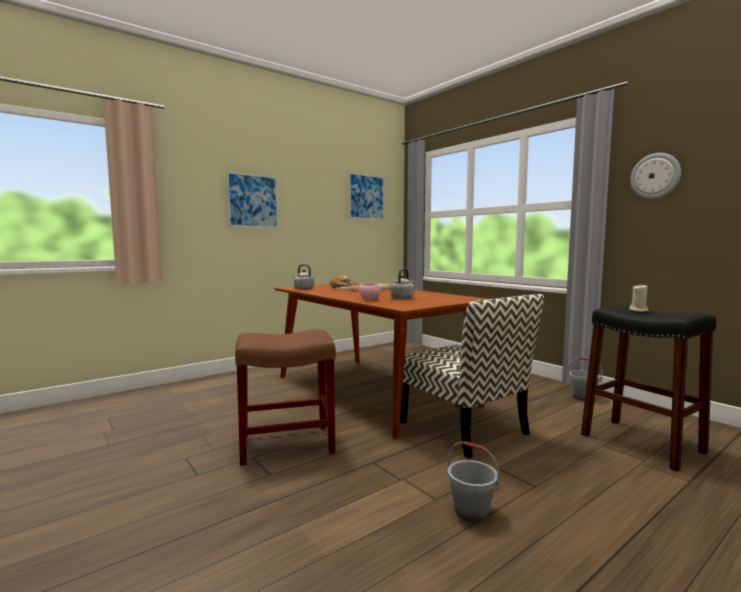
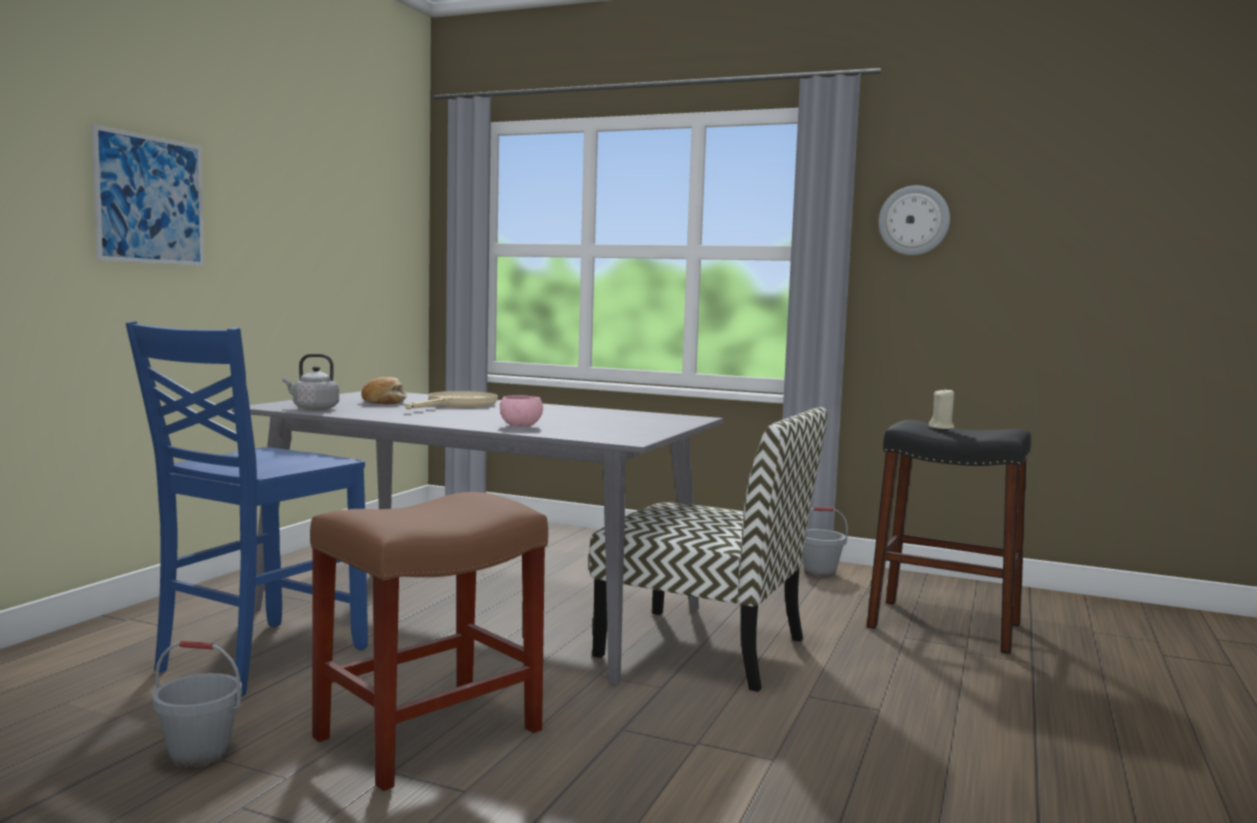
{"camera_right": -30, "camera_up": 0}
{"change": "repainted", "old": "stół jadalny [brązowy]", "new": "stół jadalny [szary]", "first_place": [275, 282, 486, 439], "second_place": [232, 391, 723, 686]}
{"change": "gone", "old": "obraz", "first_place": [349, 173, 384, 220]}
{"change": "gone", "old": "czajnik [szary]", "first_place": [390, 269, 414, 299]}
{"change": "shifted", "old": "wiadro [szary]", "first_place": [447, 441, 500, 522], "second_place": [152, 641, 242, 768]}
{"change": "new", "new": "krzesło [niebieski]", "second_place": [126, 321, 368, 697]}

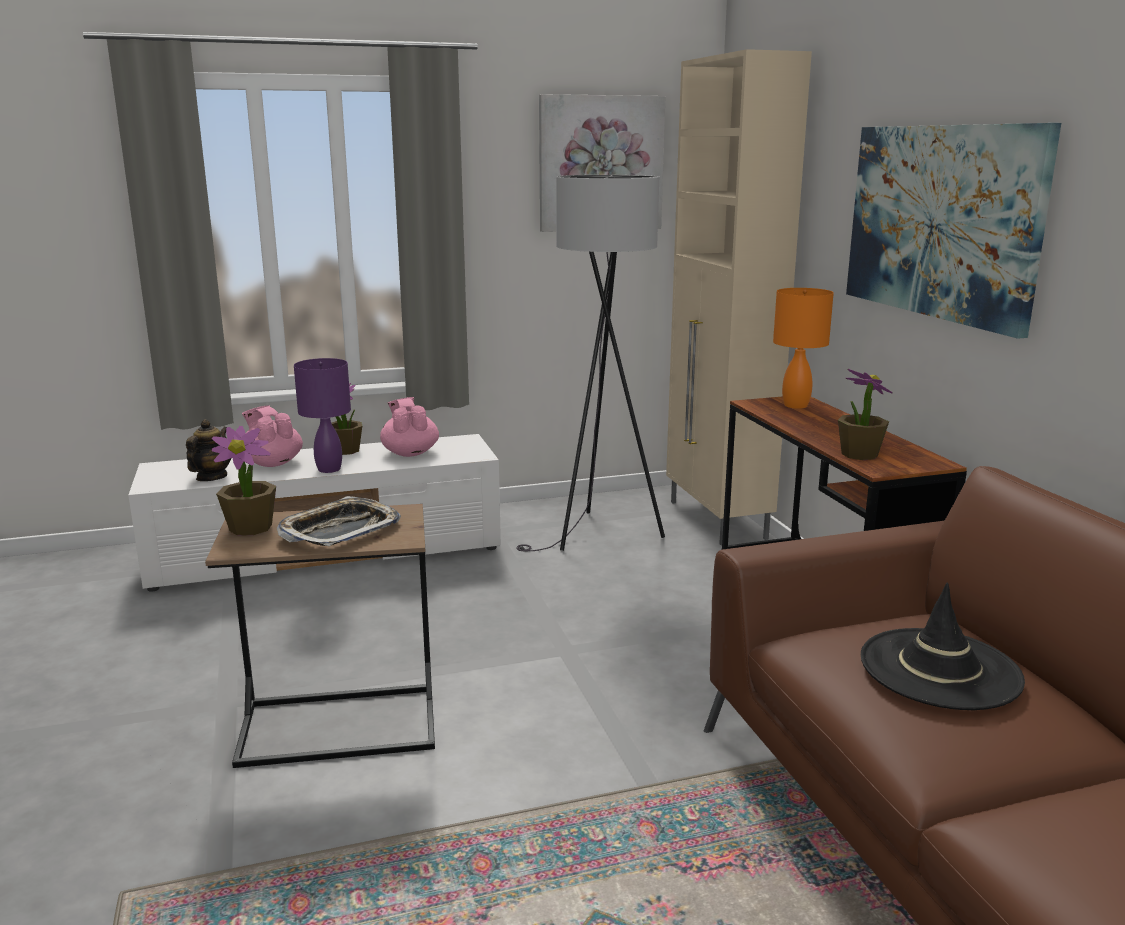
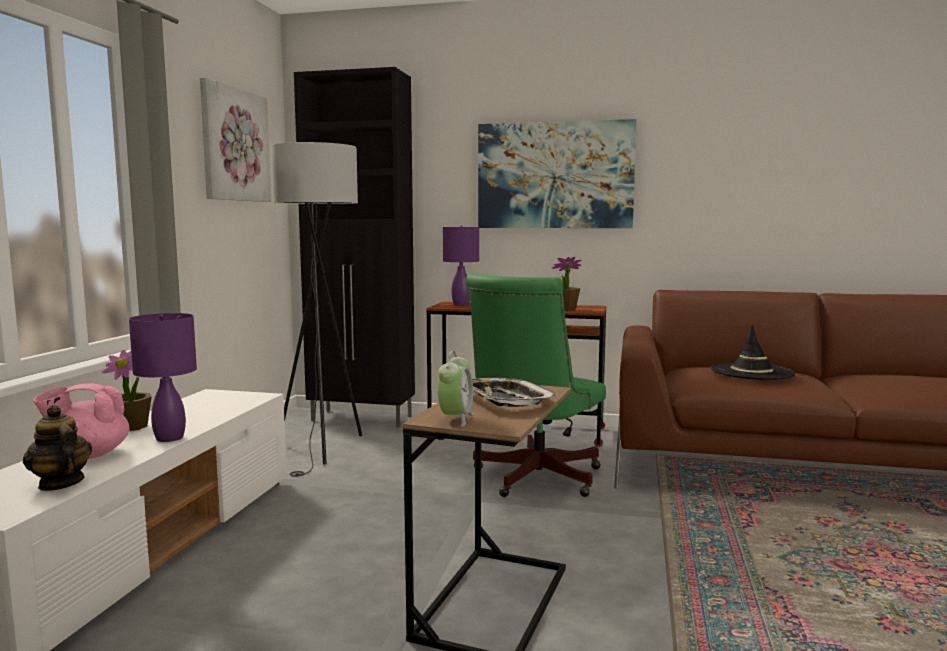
{"camera_right": -60, "camera_up": -10}
{"change": "swapped", "old": "roślina doniczkowa", "new": "budzik", "first_place": [211, 426, 276, 535], "second_place": [438, 351, 474, 427]}
{"change": "gone", "old": "imbryk [różowy]", "first_place": [380, 397, 439, 457]}
{"change": "repainted", "old": "szafka [beżowy]", "new": "szafka [czarny]", "first_place": [666, 49, 812, 546], "second_place": [294, 67, 415, 427]}
{"change": "repainted", "old": "lampa stołowa [pomarańczowy]", "new": "lampa stołowa [fioletowy]", "first_place": [773, 288, 834, 409], "second_place": [443, 226, 479, 305]}
{"change": "new", "new": "krzesło biurowe [zielony]", "second_place": [466, 273, 606, 497]}

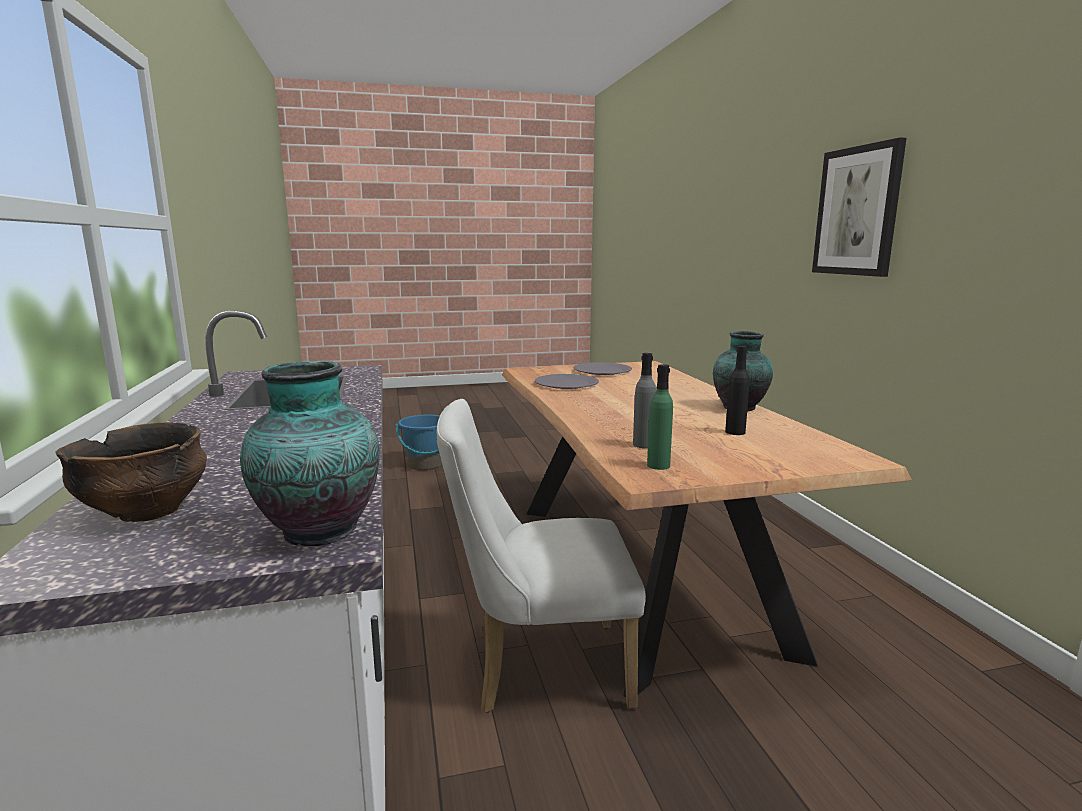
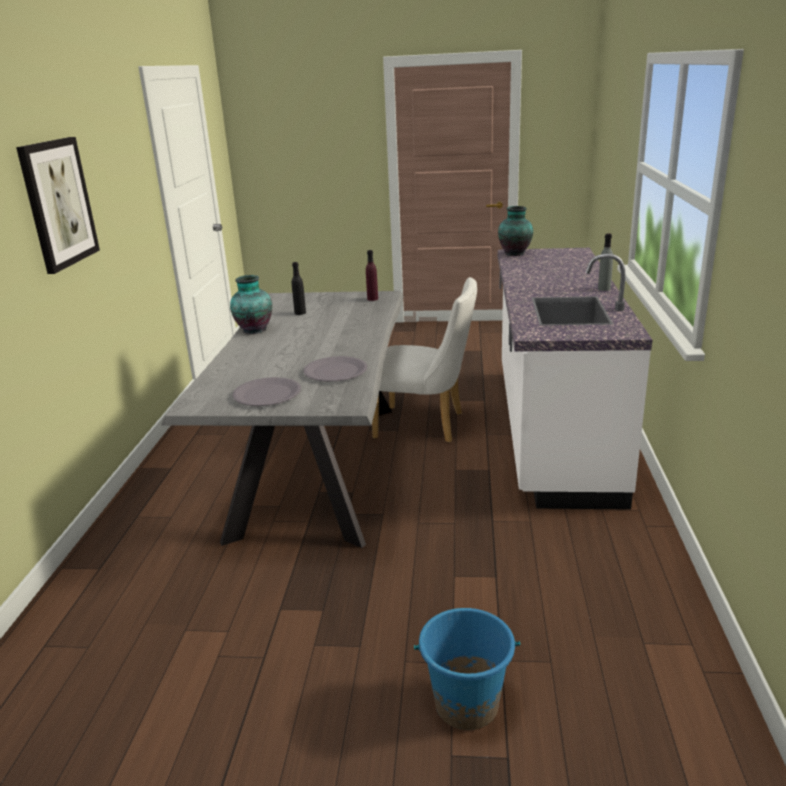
{"camera_right": -160, "camera_up": 10}
{"change": "gone", "old": "miska", "first_place": [56, 422, 207, 522]}
{"change": "repainted", "old": "stół jadalny [brązowy]", "new": "stół jadalny [szary]", "first_place": [502, 361, 912, 697], "second_place": [161, 291, 404, 548]}
{"change": "shifted", "old": "butelka [szary]", "first_place": [633, 353, 656, 448], "second_place": [598, 233, 613, 291]}
{"change": "repainted", "old": "butelka [zielony]", "new": "butelka [fioletowy]", "first_place": [647, 364, 673, 470], "second_place": [366, 250, 378, 301]}

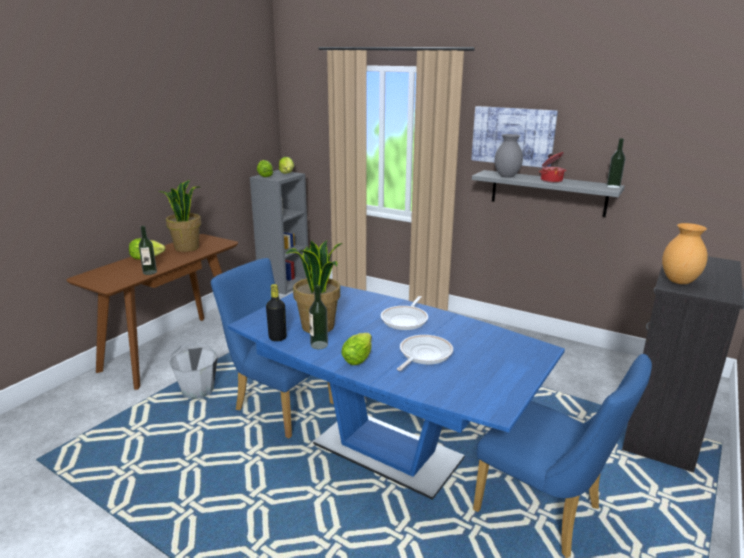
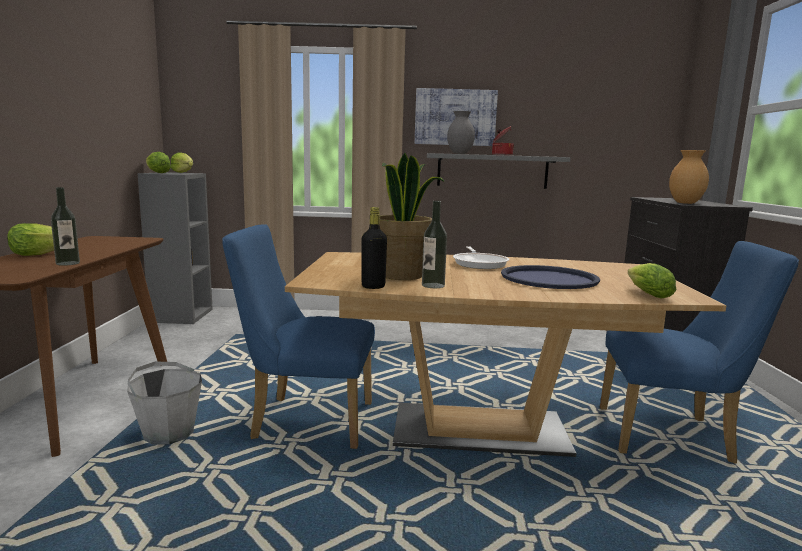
{"camera_right": -30, "camera_up": -10}
{"change": "gone", "old": "roślina doniczkowa", "first_place": [159, 180, 201, 252]}
{"change": "repainted", "old": "stół jadalny [niebieski]", "new": "stół jadalny [brązowy]", "first_place": [228, 285, 565, 500], "second_place": [285, 252, 727, 457]}
{"change": "shifted", "old": "sałata", "first_place": [341, 333, 372, 365], "second_place": [628, 263, 676, 299]}
{"change": "swapped", "old": "patelnia", "new": "taca [niebieski]", "first_place": [397, 335, 453, 371], "second_place": [501, 265, 600, 289]}
{"change": "gone", "old": "butelka", "first_place": [607, 138, 625, 188]}

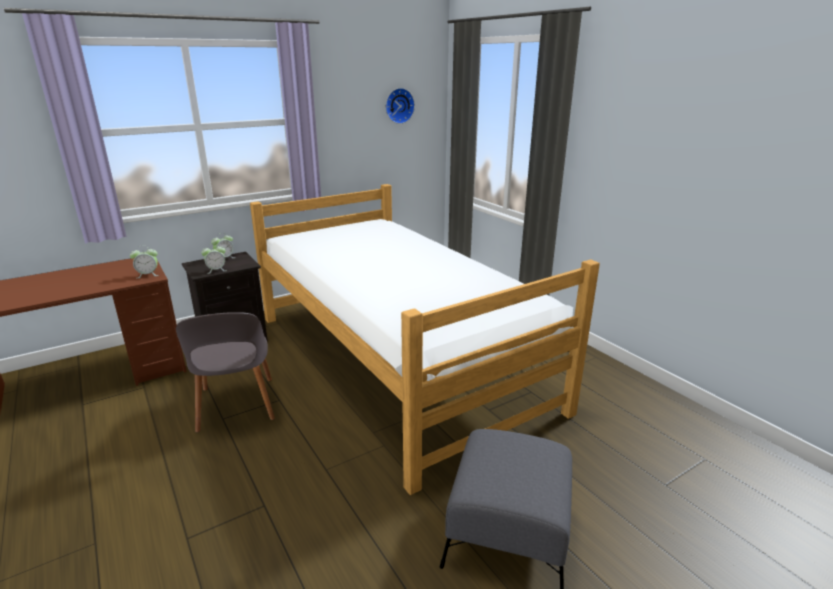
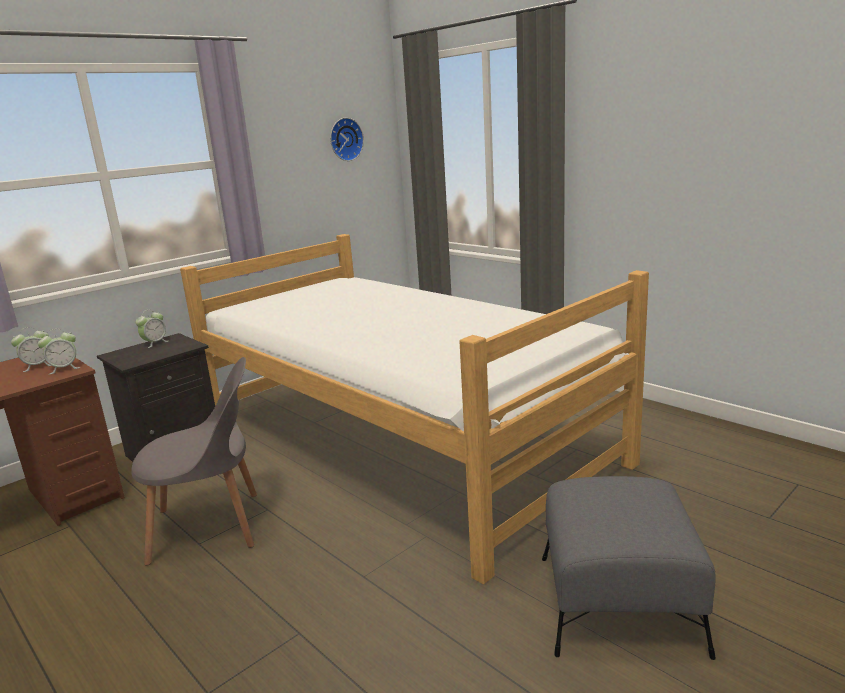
{"camera_right": -10, "camera_up": -5}
{"change": "rotated", "old": "krzesło [szary]", "first_place": [176, 312, 275, 432], "second_place": [131, 357, 257, 565], "degrees": -75}
{"change": "shifted", "old": "budzik", "first_place": [201, 244, 226, 274], "second_place": [11, 327, 51, 372]}

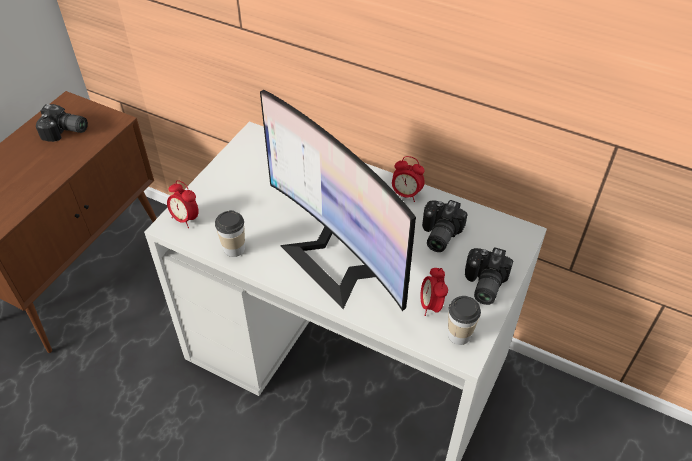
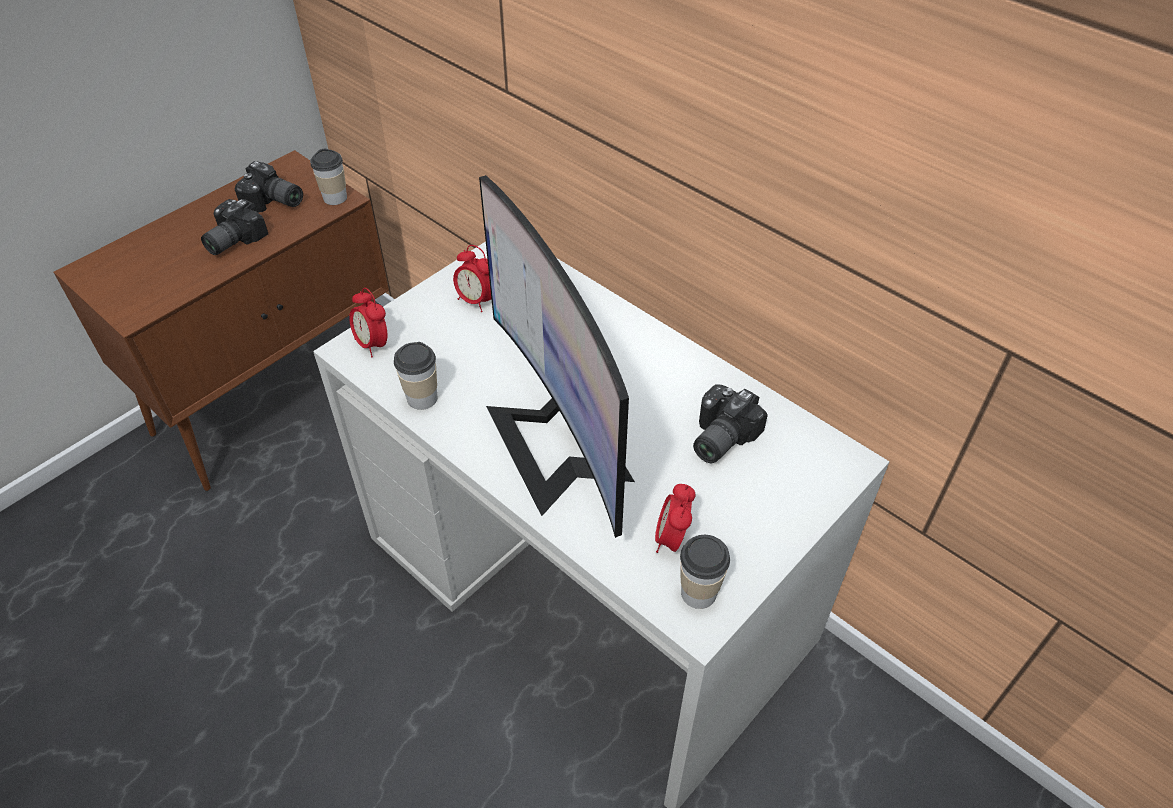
{"camera_right": 15, "camera_up": 0}
{"change": "shifted", "old": "budzik", "first_place": [392, 156, 425, 202], "second_place": [453, 245, 491, 312]}
{"change": "shifted", "old": "aparat fotograficzny", "first_place": [465, 247, 513, 305], "second_place": [201, 199, 268, 255]}
{"change": "new", "new": "filiżanka", "second_place": [310, 149, 347, 205]}

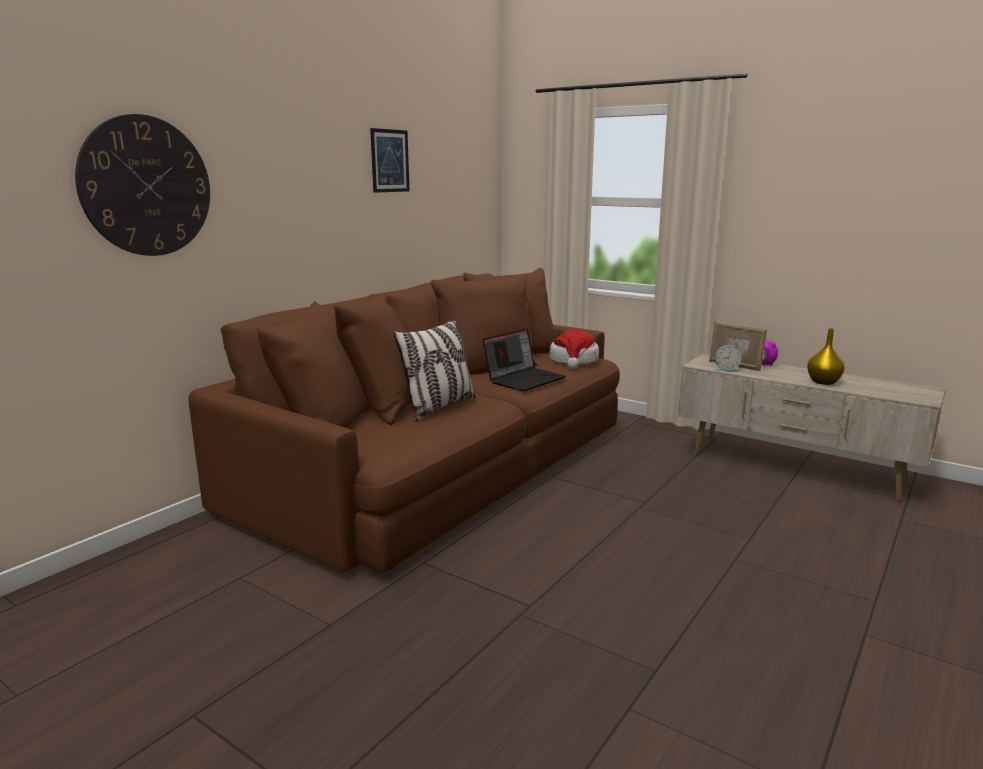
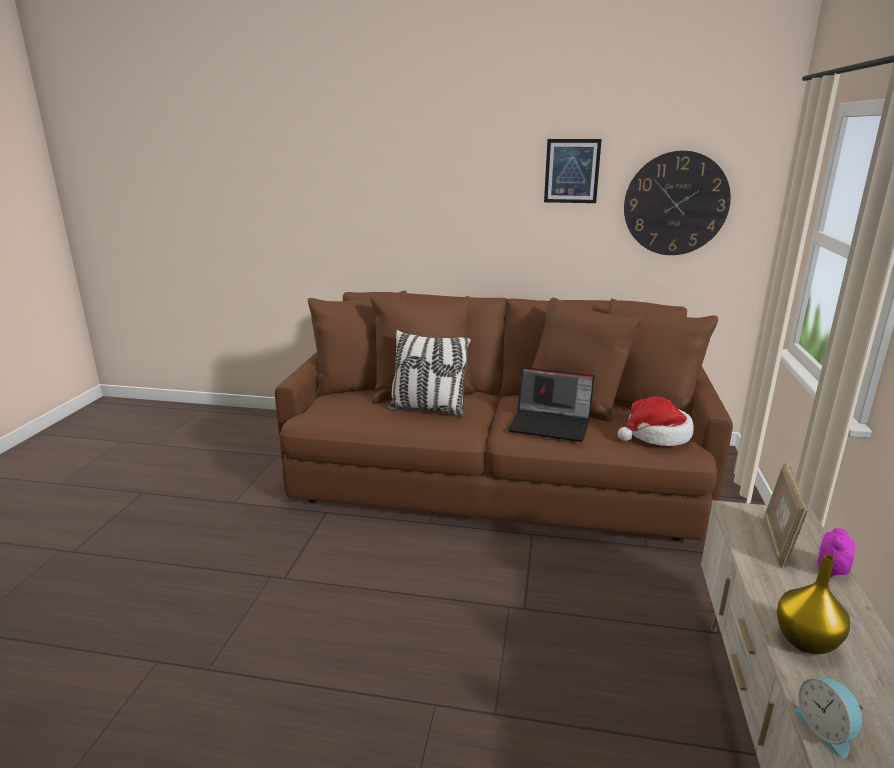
{"camera_right": 65, "camera_up": 5}
{"change": "shifted", "old": "zegar ścienny", "first_place": [75, 114, 210, 256], "second_place": [624, 151, 731, 255]}
{"change": "shifted", "old": "budzik", "first_place": [714, 345, 742, 372], "second_place": [794, 677, 864, 759]}

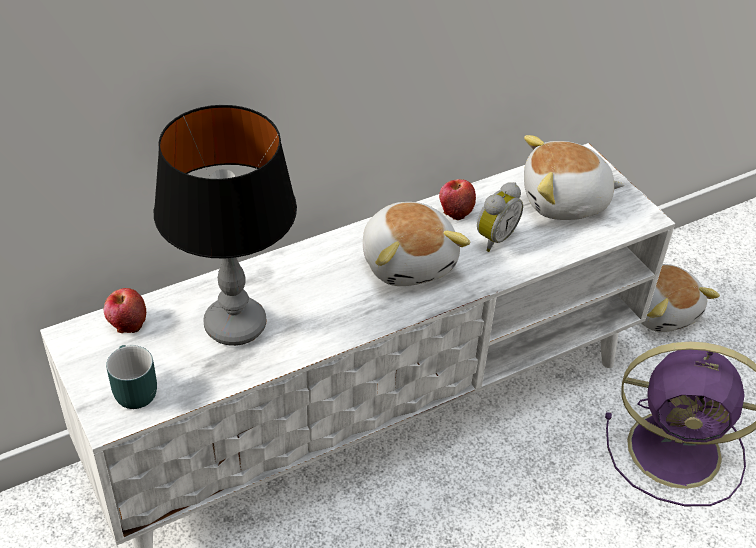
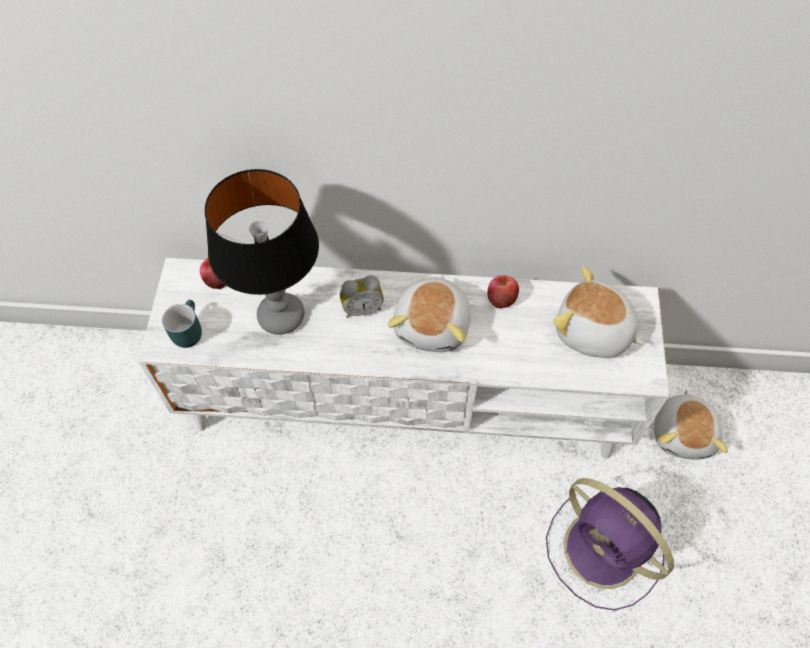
{"camera_right": 35, "camera_up": 15}
{"change": "shifted", "old": "budzik", "first_place": [477, 182, 523, 252], "second_place": [340, 275, 384, 318]}

